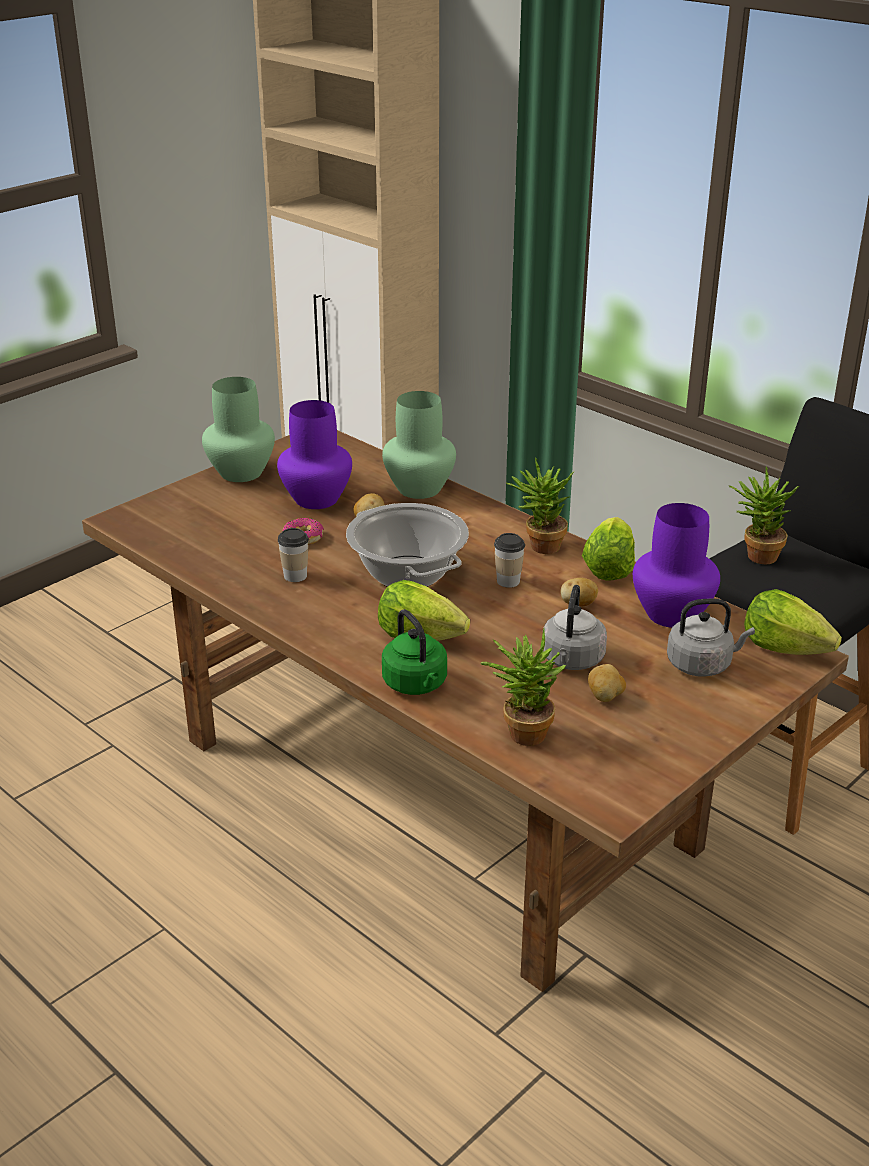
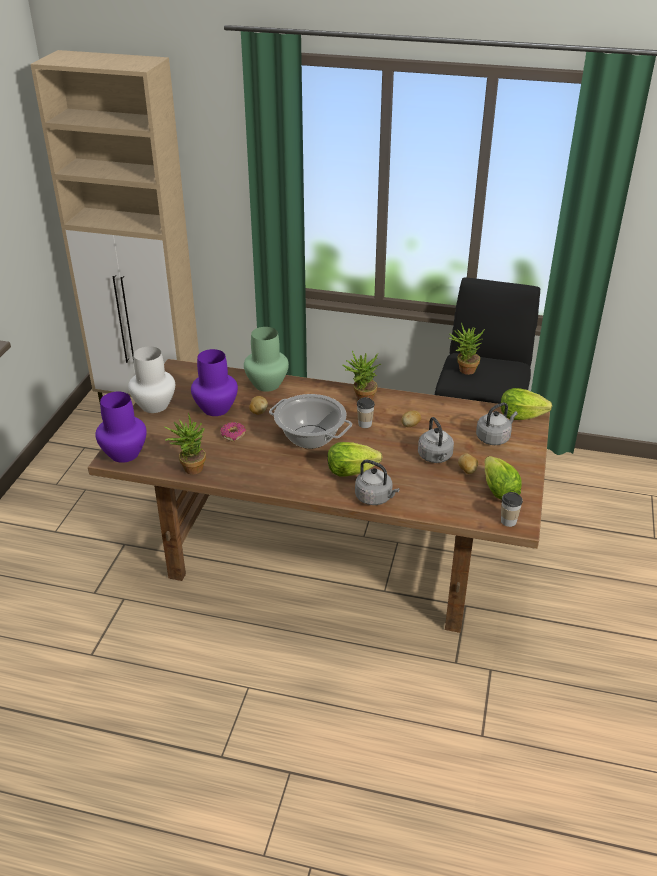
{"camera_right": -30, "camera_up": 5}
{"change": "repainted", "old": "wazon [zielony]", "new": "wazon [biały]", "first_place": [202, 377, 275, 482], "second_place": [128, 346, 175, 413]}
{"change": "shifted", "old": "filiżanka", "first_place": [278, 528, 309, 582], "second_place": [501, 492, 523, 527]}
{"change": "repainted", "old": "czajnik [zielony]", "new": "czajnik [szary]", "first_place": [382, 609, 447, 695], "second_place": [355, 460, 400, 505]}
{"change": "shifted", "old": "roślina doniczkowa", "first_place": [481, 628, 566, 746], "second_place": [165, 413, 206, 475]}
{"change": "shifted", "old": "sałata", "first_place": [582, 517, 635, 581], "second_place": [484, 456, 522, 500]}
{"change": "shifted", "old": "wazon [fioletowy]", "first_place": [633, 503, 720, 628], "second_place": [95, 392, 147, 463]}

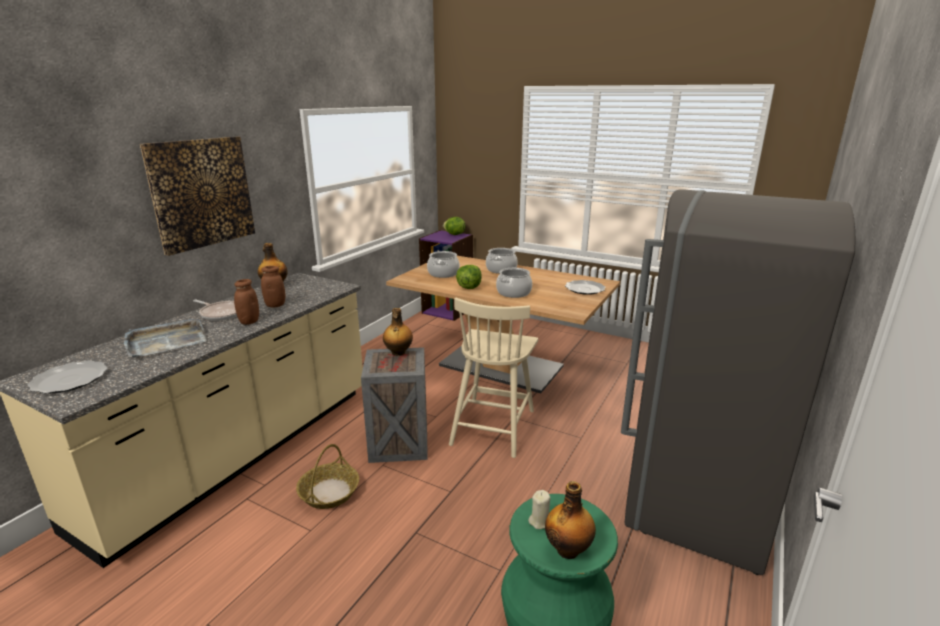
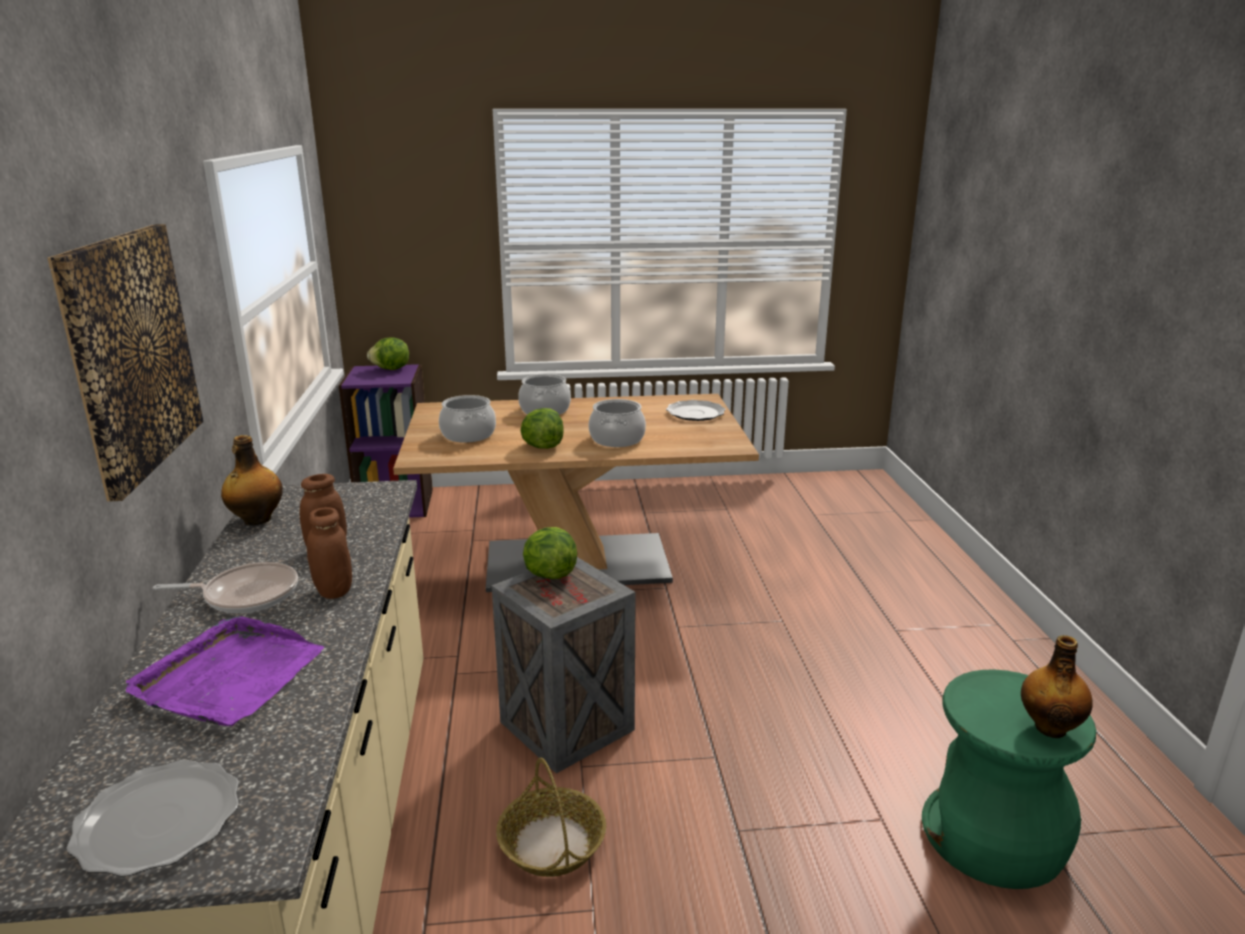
{"camera_right": -35, "camera_up": 0}
{"change": "repainted", "old": "taca [szary]", "new": "taca [fioletowy]", "first_place": [124, 319, 207, 357], "second_place": [126, 616, 324, 727]}
{"change": "swapped", "old": "butelka", "new": "sałata", "first_place": [383, 308, 413, 356], "second_place": [523, 527, 577, 579]}
{"change": "gone", "old": "krzesło [beżowy]", "first_place": [449, 298, 538, 458]}
{"change": "gone", "old": "świeca [beżowy]", "first_place": [528, 490, 550, 529]}
{"change": "gone", "old": "lodówka [szary]", "first_place": [621, 189, 855, 575]}

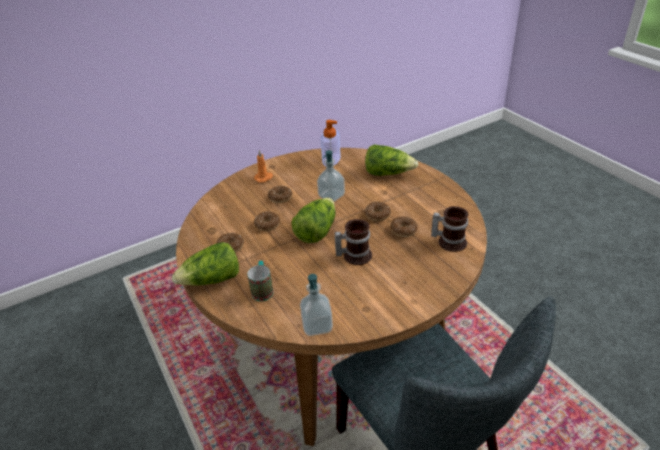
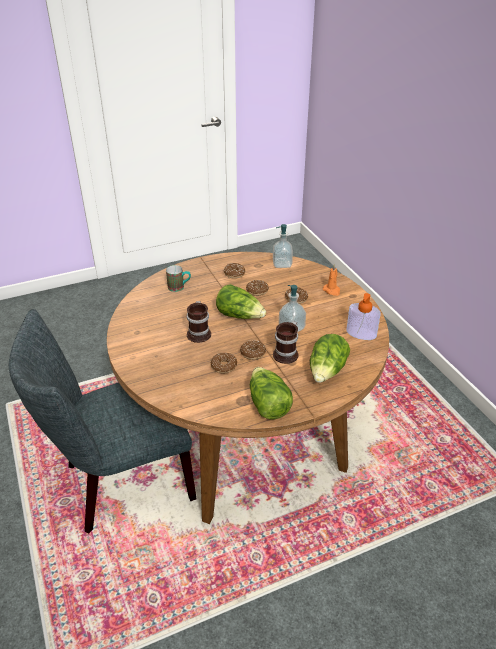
{"camera_right": 95, "camera_up": 0}
{"change": "shifted", "old": "sałata", "first_place": [172, 242, 239, 286], "second_place": [250, 367, 293, 420]}
{"change": "shifted", "old": "dozownik mydła", "first_place": [300, 274, 333, 336], "second_place": [273, 224, 293, 268]}
{"change": "shifted", "old": "kubek", "first_place": [431, 206, 469, 252], "second_place": [273, 321, 299, 364]}

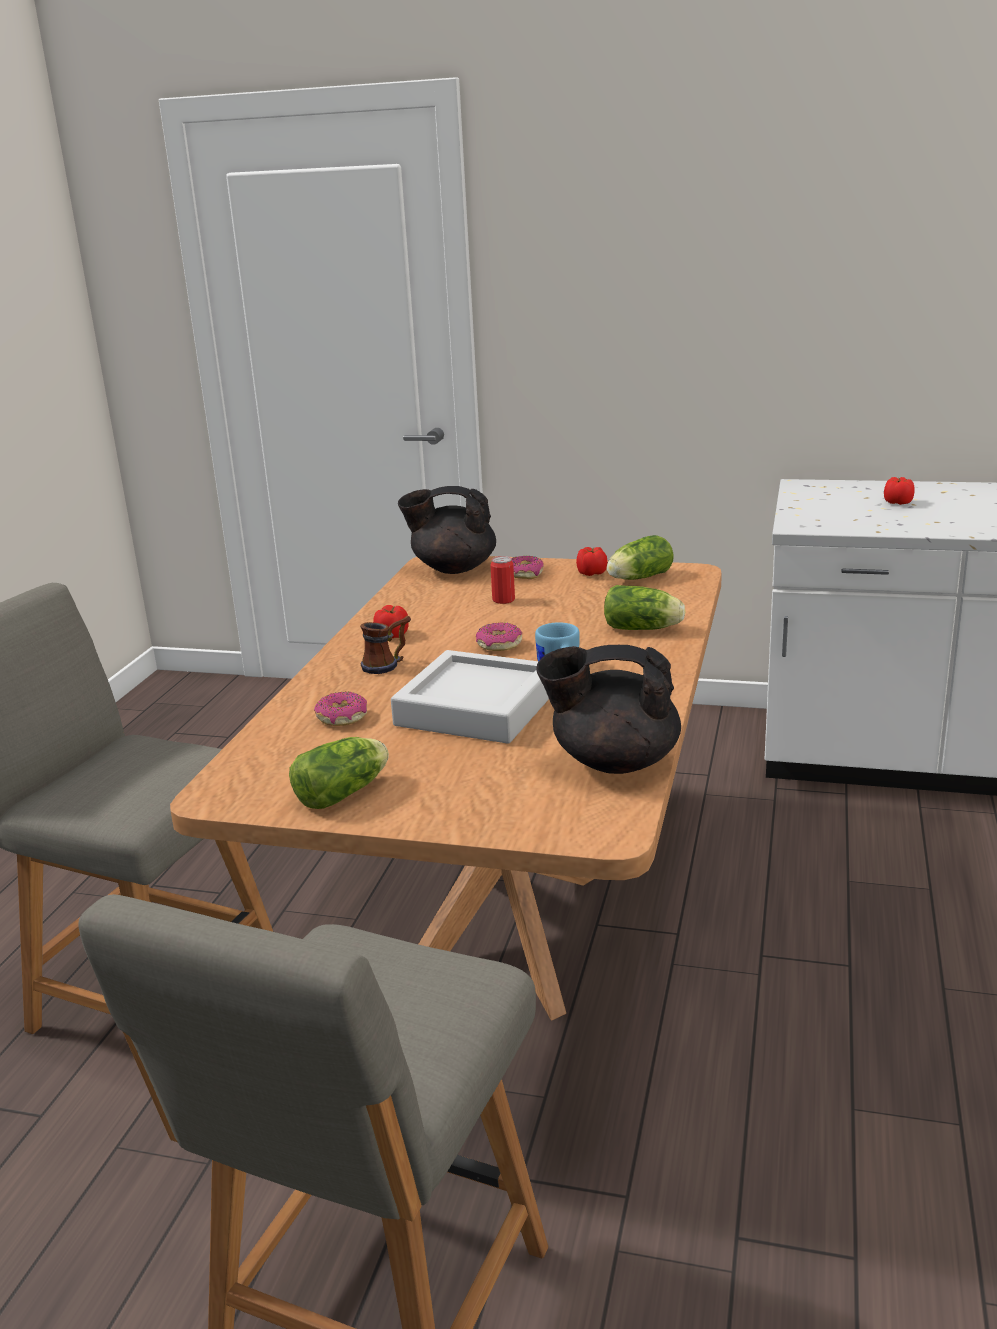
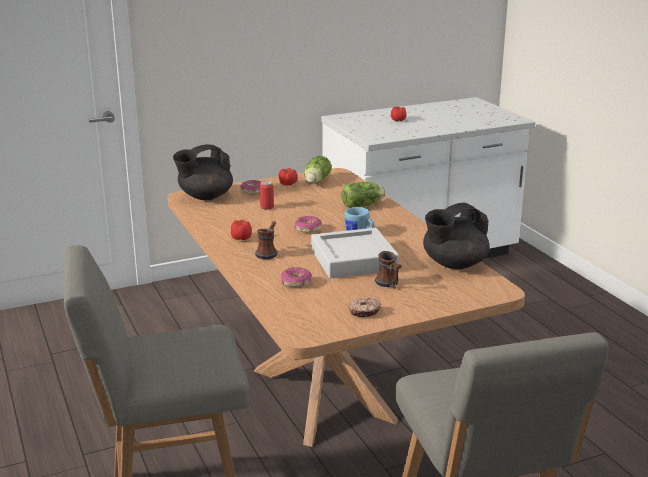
{"camera_right": -40, "camera_up": 0}
{"change": "swapped", "old": "sałata", "new": "donut", "first_place": [289, 737, 389, 809], "second_place": [349, 298, 381, 317]}
{"change": "new", "new": "kubek", "second_place": [375, 251, 402, 289]}

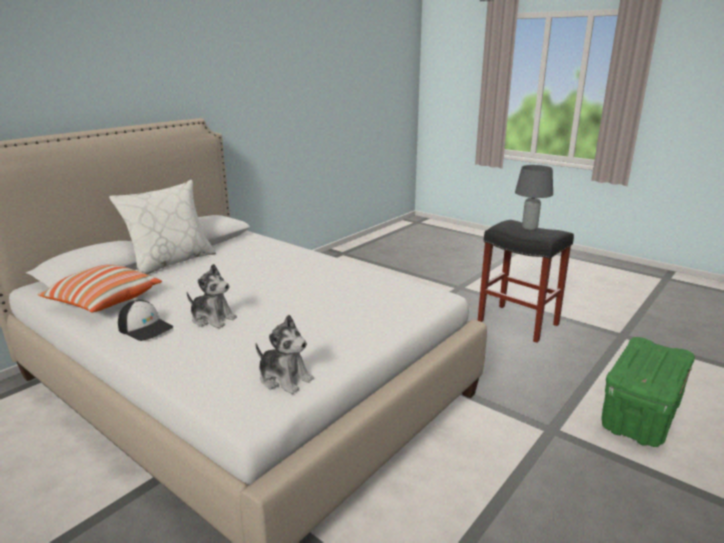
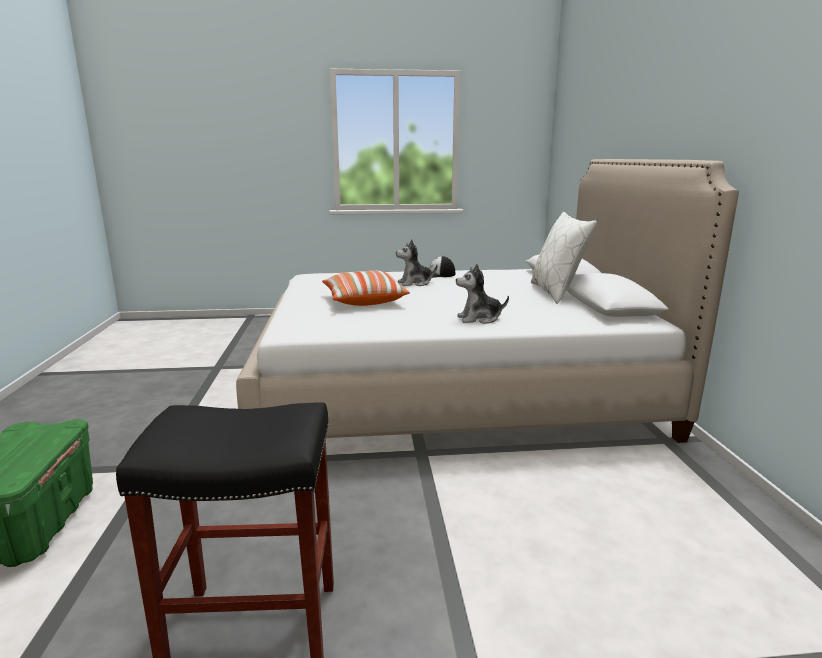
{"camera_right": 135, "camera_up": -5}
{"change": "shifted", "old": "poduszka", "first_place": [37, 265, 162, 312], "second_place": [322, 270, 410, 306]}
{"change": "shifted", "old": "pluszak", "first_place": [256, 315, 314, 394], "second_place": [456, 264, 509, 324]}
{"change": "gone", "old": "lampa stołowa [szary]", "first_place": [515, 165, 553, 231]}

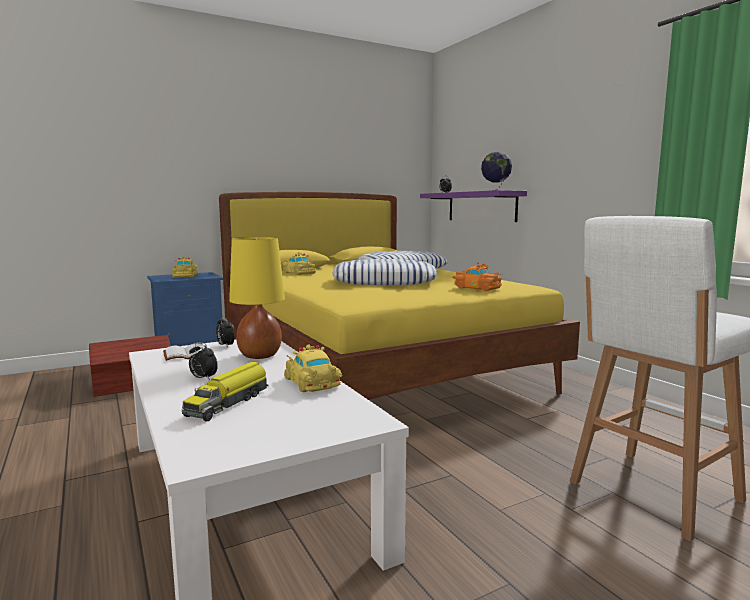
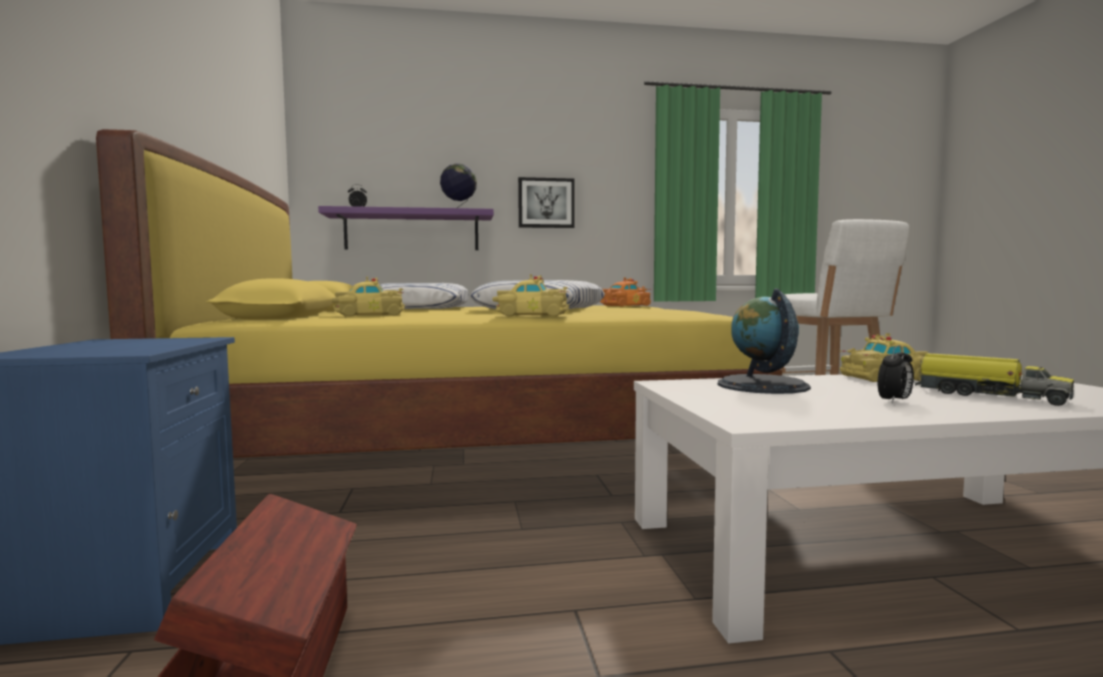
{"camera_right": -70, "camera_up": -5}
{"change": "gone", "old": "książka [biały]", "first_place": [163, 343, 207, 361]}
{"change": "shifted", "old": "samochodzik [żółty]", "first_place": [172, 256, 197, 278], "second_place": [493, 274, 569, 316]}
{"change": "gone", "old": "budzik", "first_place": [216, 316, 234, 348]}
{"change": "swapped", "old": "lampa stołowa [żółty]", "new": "globus", "first_place": [229, 237, 285, 359], "second_place": [718, 288, 811, 394]}
{"change": "new", "new": "obraz", "second_place": [518, 177, 575, 228]}

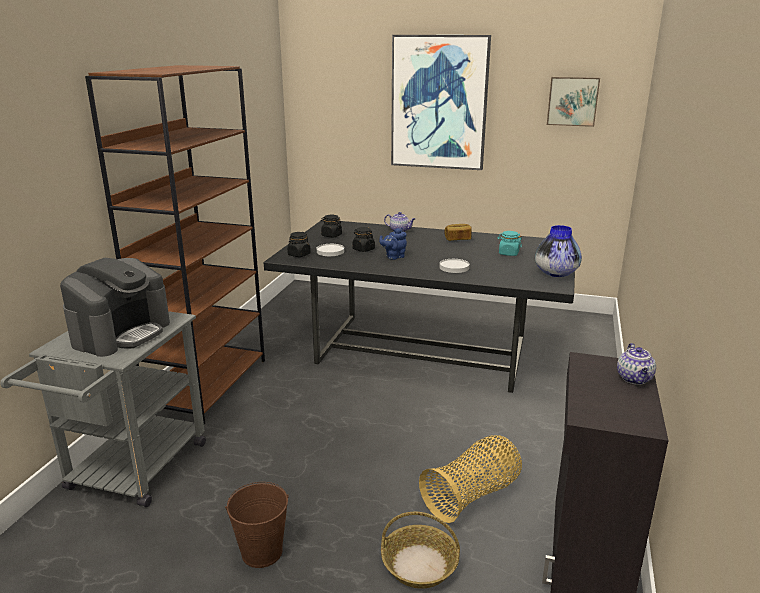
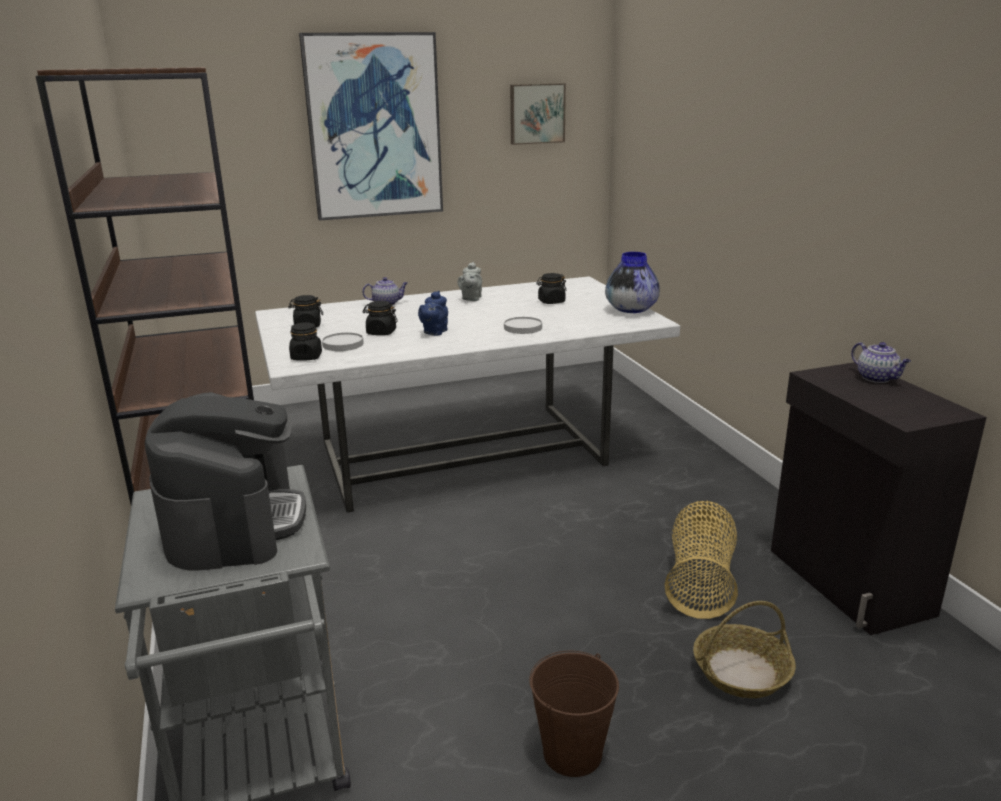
{"camera_right": -35, "camera_up": 0}
{"change": "repainted", "old": "stół jadalny [czarny]", "new": "stół jadalny [biały]", "first_place": [264, 219, 575, 393], "second_place": [255, 276, 680, 513]}
{"change": "swapped", "old": "chleb", "new": "imbryk [szary]", "first_place": [444, 224, 472, 241], "second_place": [458, 262, 482, 301]}
{"change": "repainted", "old": "słoik [turkusowy]", "new": "słoik [czarny]", "first_place": [497, 231, 522, 256], "second_place": [536, 273, 567, 304]}

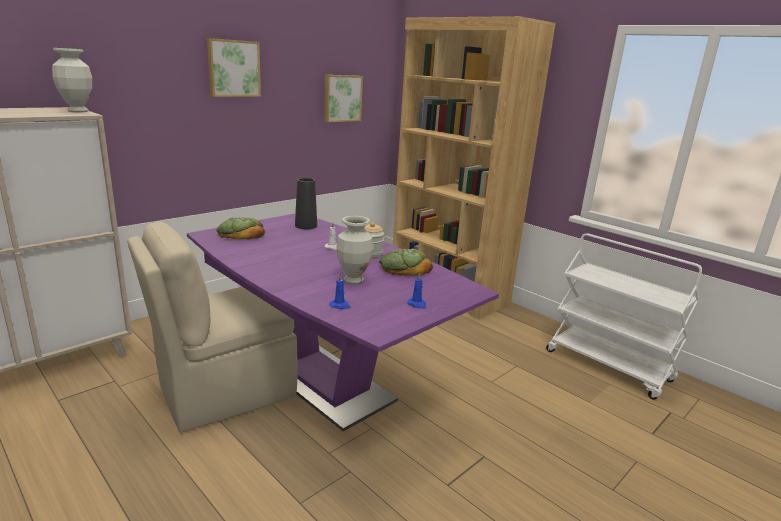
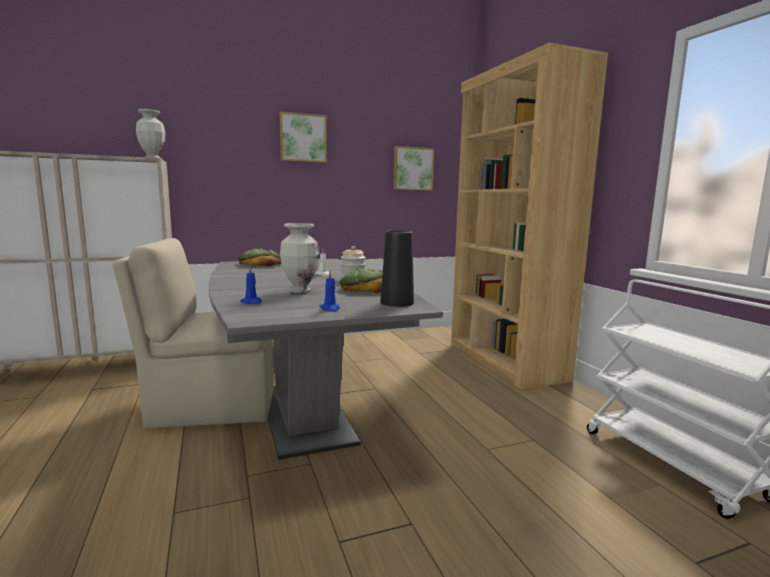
{"camera_right": 25, "camera_up": -10}
{"change": "repainted", "old": "stół jadalny [fioletowy]", "new": "stół jadalny [szary]", "first_place": [187, 213, 499, 431], "second_place": [209, 259, 443, 460]}
{"change": "shifted", "old": "wazon [czarny]", "first_place": [295, 178, 317, 229], "second_place": [380, 231, 414, 307]}

